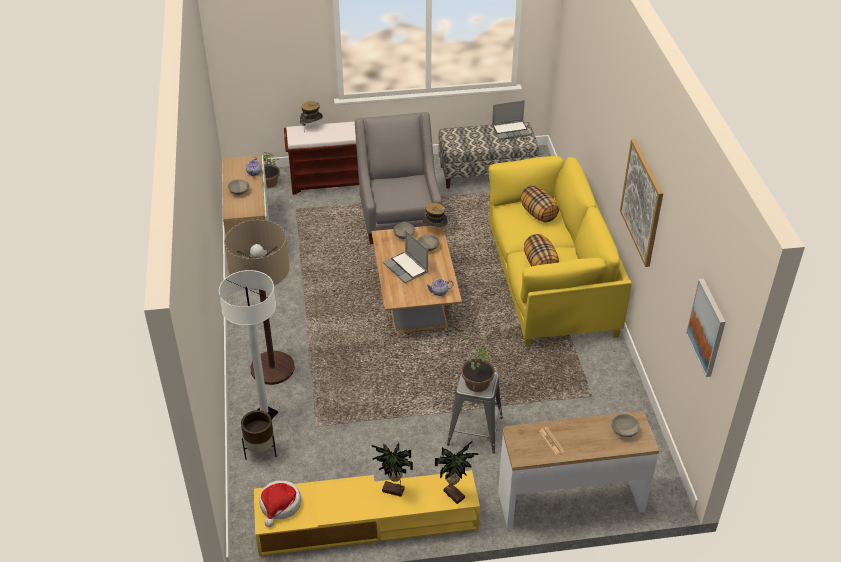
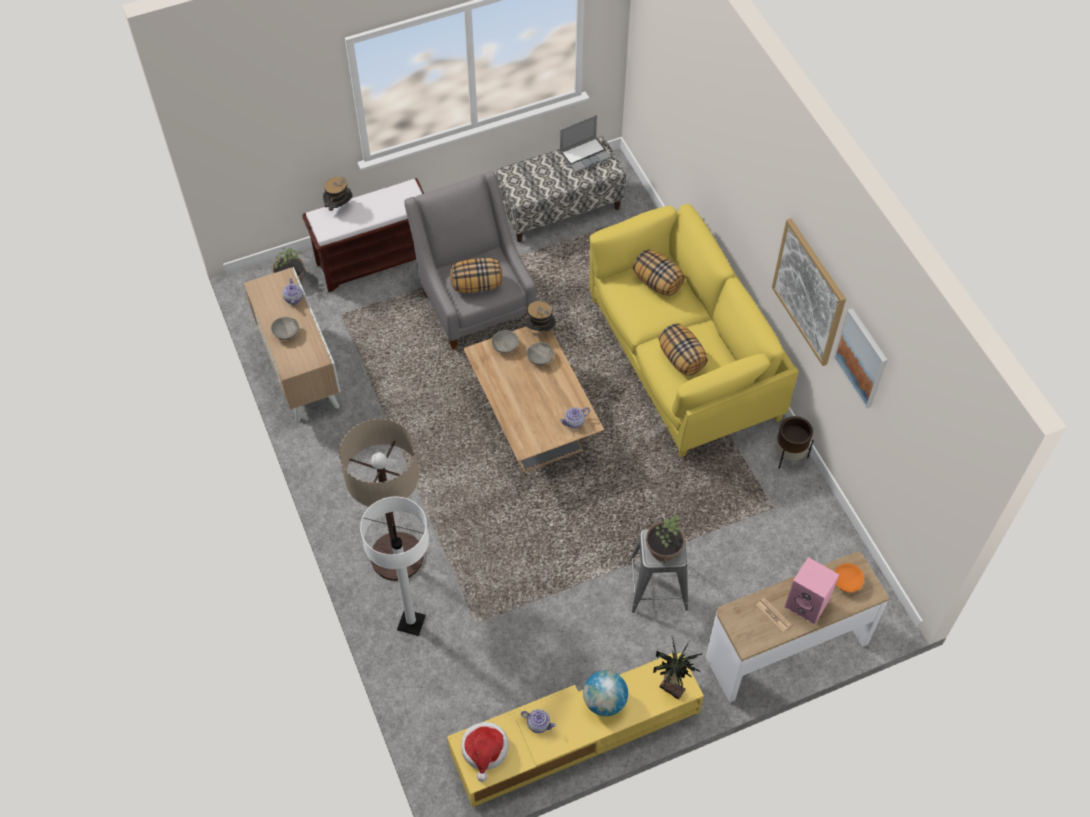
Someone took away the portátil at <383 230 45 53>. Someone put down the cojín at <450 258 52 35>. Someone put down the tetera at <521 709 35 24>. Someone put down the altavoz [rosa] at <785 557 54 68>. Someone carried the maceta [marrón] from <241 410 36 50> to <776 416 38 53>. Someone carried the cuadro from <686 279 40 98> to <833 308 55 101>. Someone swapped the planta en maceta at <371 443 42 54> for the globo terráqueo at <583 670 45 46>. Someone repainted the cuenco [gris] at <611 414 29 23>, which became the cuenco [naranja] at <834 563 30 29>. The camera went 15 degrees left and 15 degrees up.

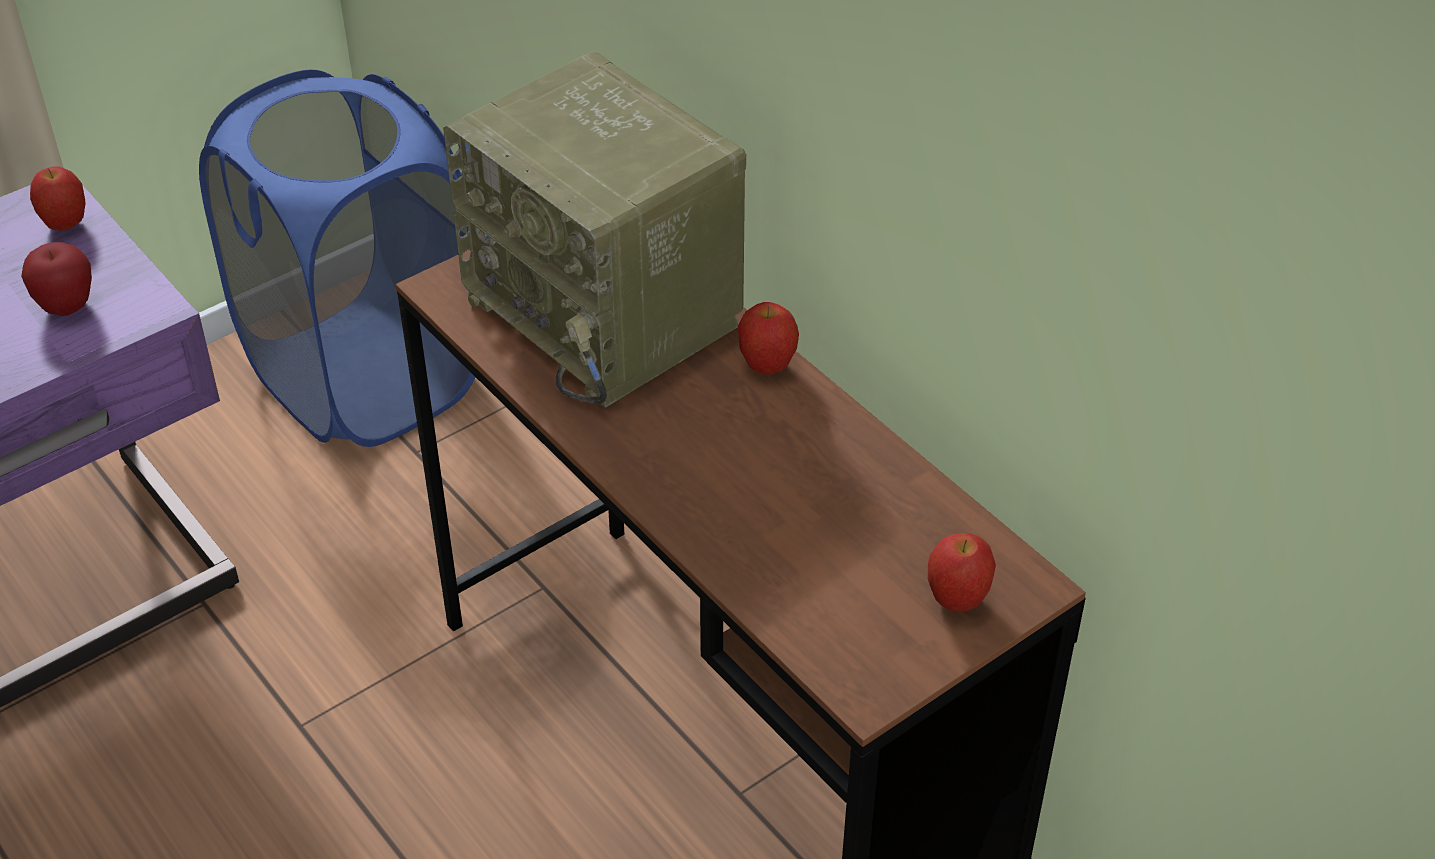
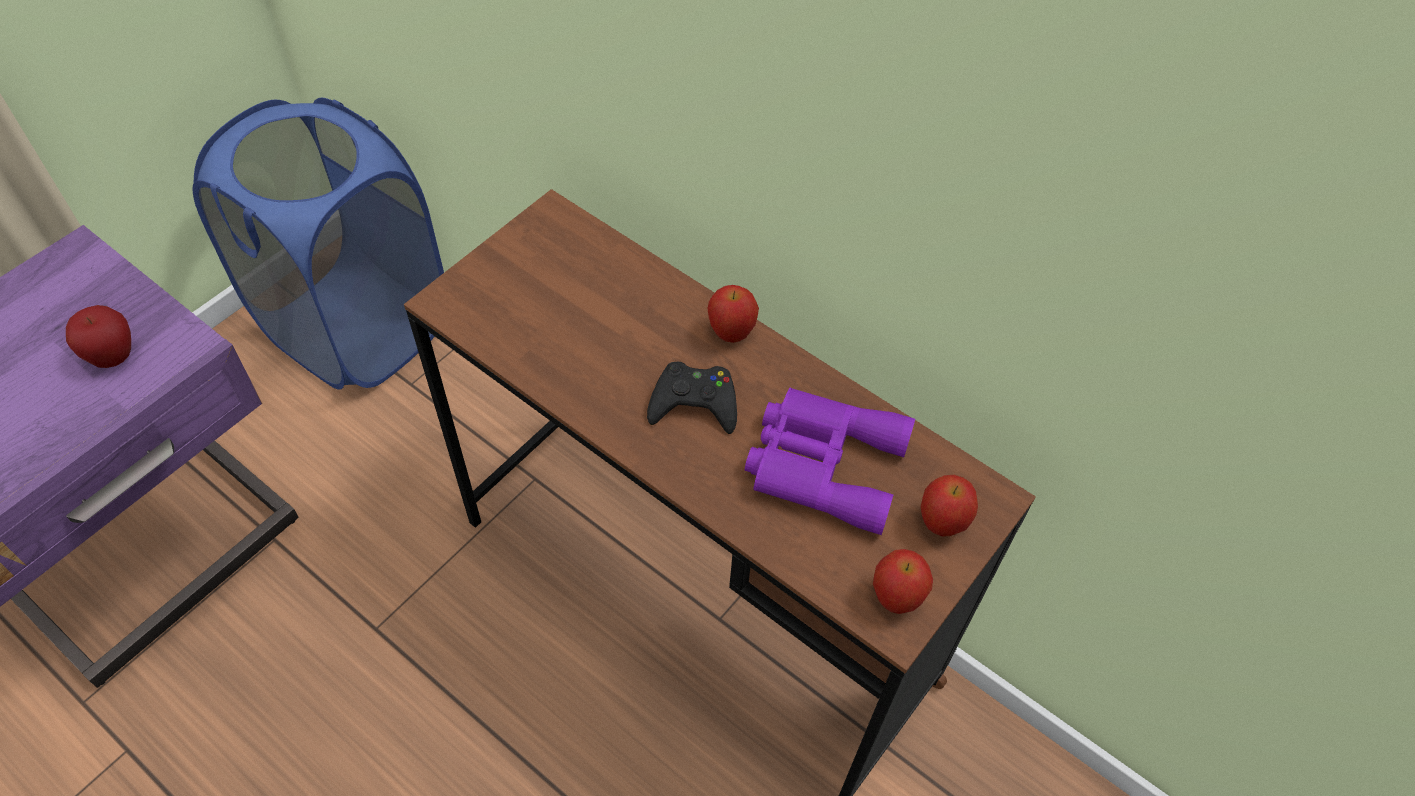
Someone took away the radio at <443 52 303 356>. Someone put down the mando de consola [negro] at <647 362 90 72>. Someone put down the prismáticos [morado] at <745 388 170 147>. Someone carried the manzana from <30 166 56 65> to <873 549 60 65>. The camera went 15 degrees left and 10 degrees up.

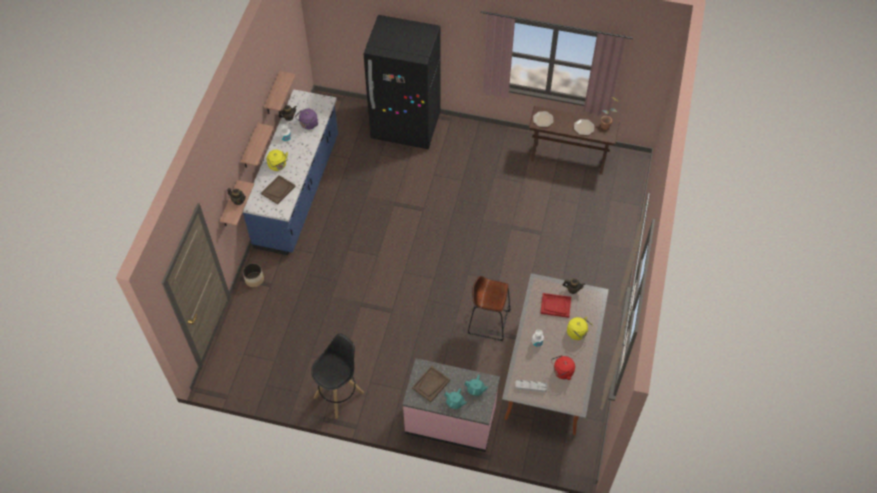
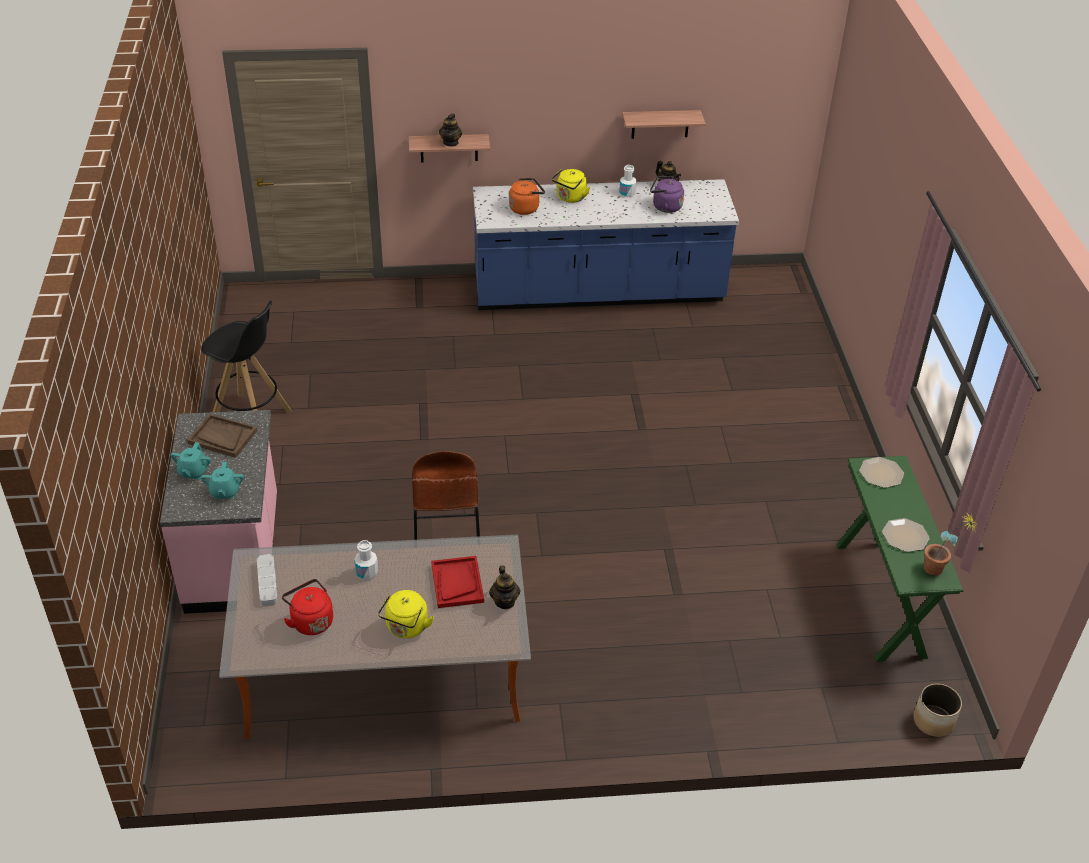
Someone took away the estante at <241 123 33 45>. Someone took away the nevera [negro] at <364 15 77 134>. Someone carried the maceta from <243 263 21 24> to <913 683 49 54>. Someone swapped the bandeja [marrón] at <261 175 35 29> for the hervidor [naranja] at <509 178 36 37>. Someone repainted the mesa consola [marrón] at <529 106 91 69>, which became the mesa consola [verde] at <836 456 127 206>. The camera went 70 degrees right and 15 degrees down.

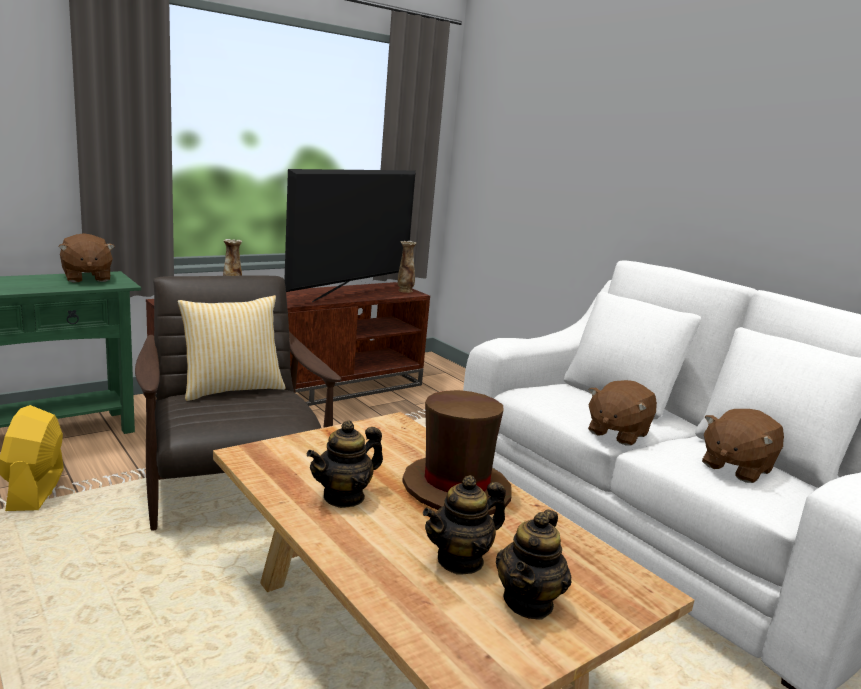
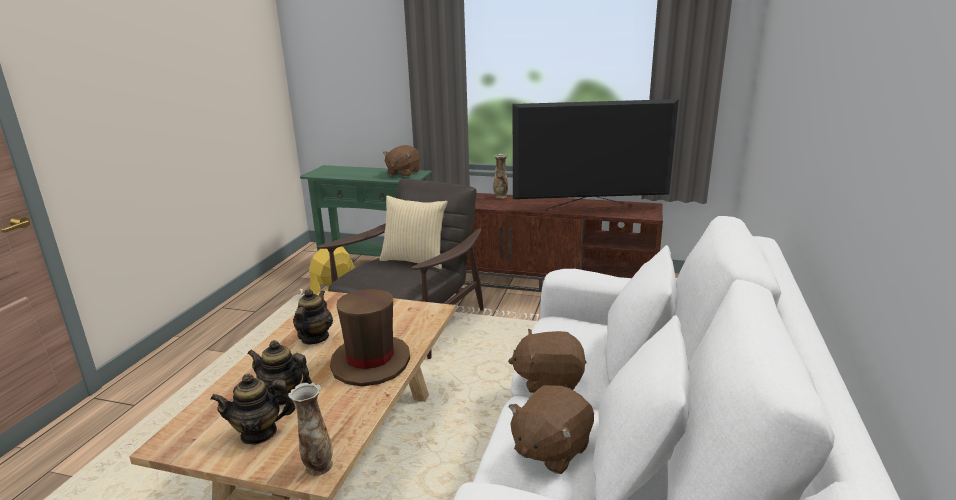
Someone carried the florero from <398 241 19 52> to <288 383 45 93>. Someone rotated the tetera at <307 420 76 88> by 90 degrees clockwise. Someone rotated the peluche [marrón] at <702 409 82 74> by 60 degrees counterclockwise. The camera went 55 degrees right and 5 degrees up.

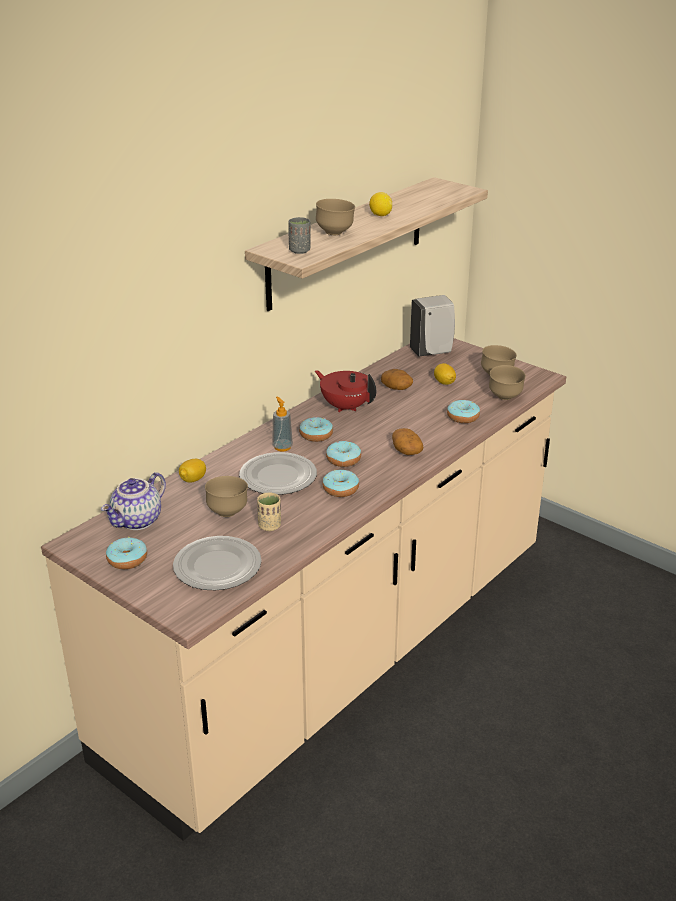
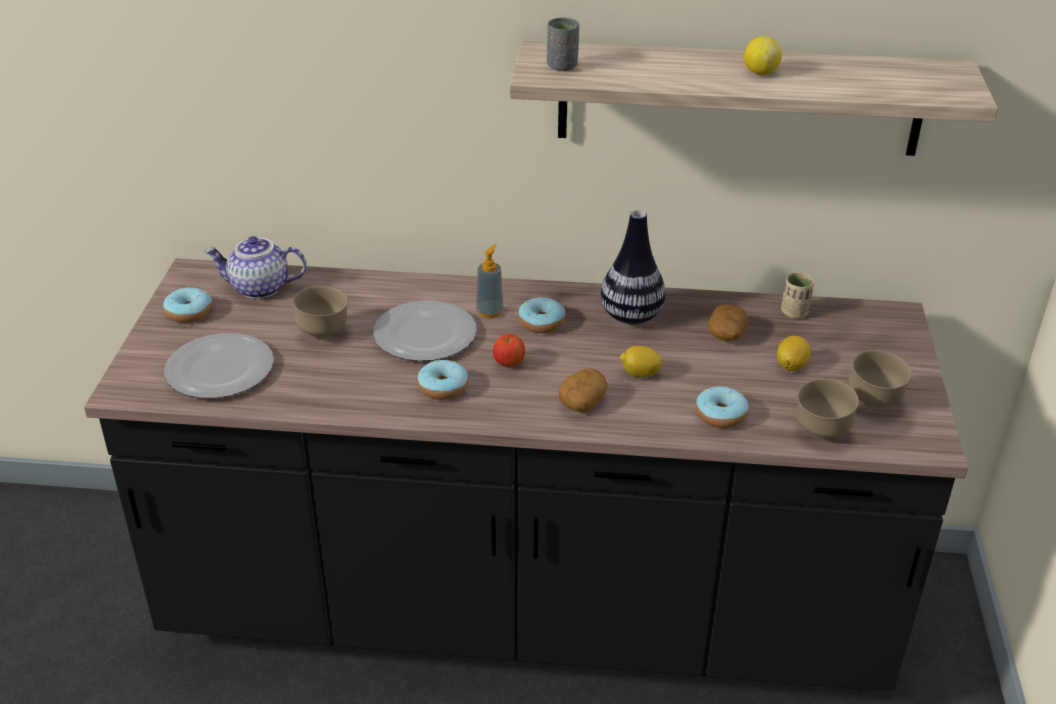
Someone took away the cuenco [marrón] at <316 199 39 36>. Someone took away the dispensador de jabón [blanco] at <410 295 45 62>. Someone carried the limón from <179 459 27 24> to <620 346 43 31>. Someone carried the taza [beis] from <257 493 24 38> to <781 272 33 47>. Someone swapped the tetera [rojo] at <315 370 61 42> for the florero at <601 210 65 114>. Someone swapped the rosquilla at <326 441 35 26> for the manzana at <493 334 32 33>. Someone repainted the mueble bajo de cocina [beis] at <41 338 525 503>, which became the mueble bajo de cocina [negro] at <84 258 884 433>. The camera went 55 degrees right and 5 degrees up.

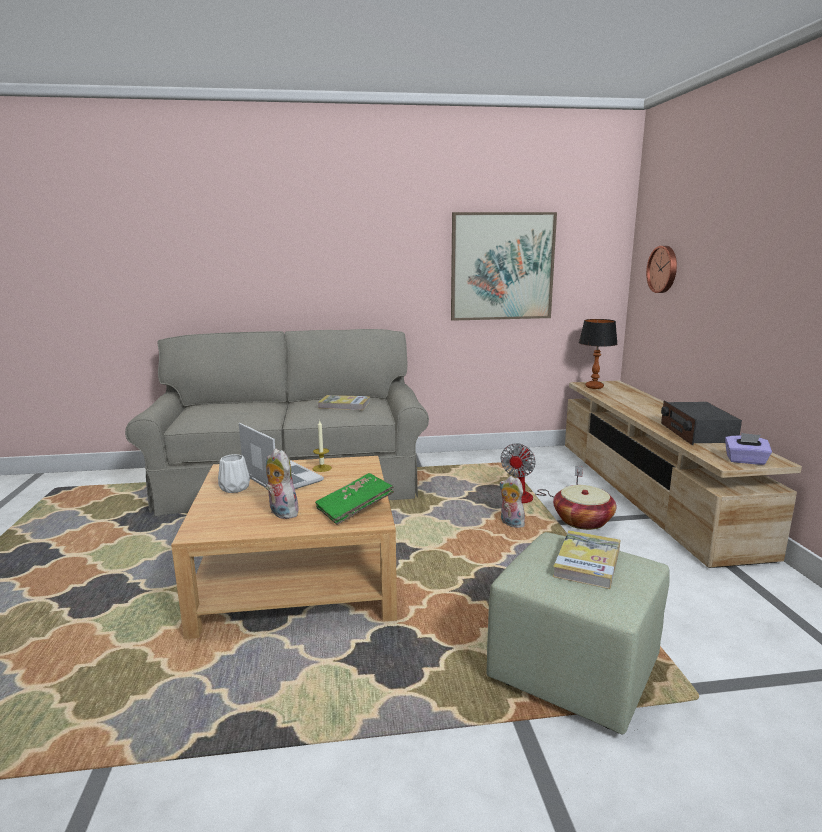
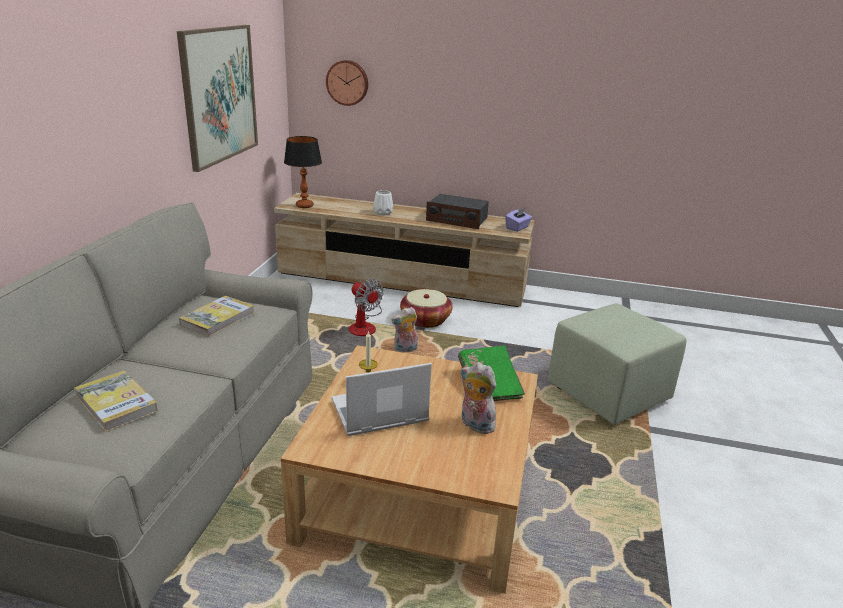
Someone carried the florero [blanco] from <218 454 32 39> to <373 190 20 26>. Someone carried the libro from <553 530 67 59> to <74 370 84 62>. Someone rotated the peluche at <266 448 33 71> by 60 degrees clockwise. The camera went 70 degrees left and 10 degrees up.

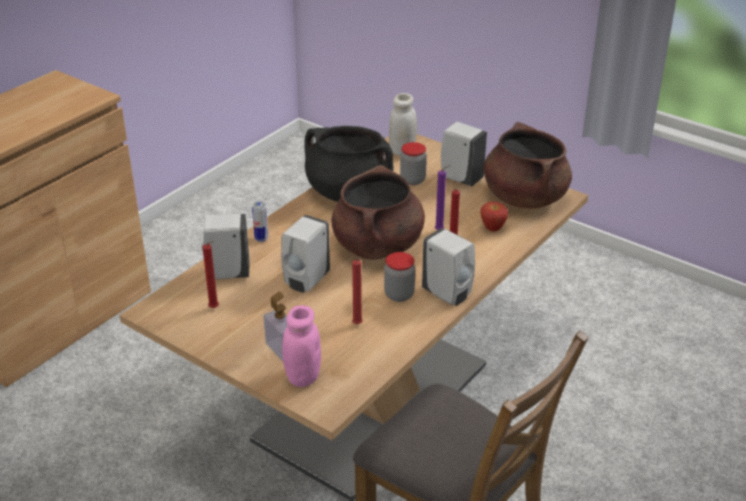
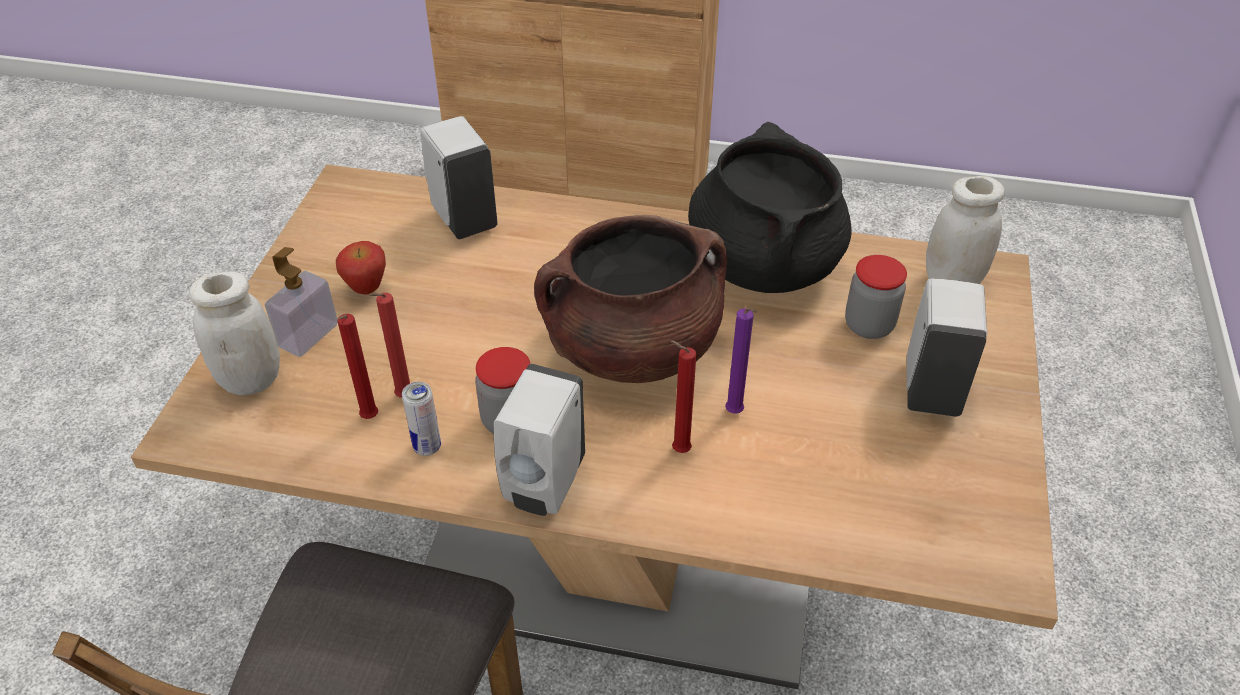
Someone took away the dispensador de jabón [blanco] at <281 215 49 78>. Someone took away the olla [marrón] at <484 122 88 87>. Someone carried the vela [rojo] from <203 241 16 67> to <337 314 41 105>. Someone carried the lata from <252 201 16 41> to <402 382 39 74>. Someone carried the manzana from <480 202 28 29> to <336 241 50 54>. Someone repainted the tarro [rosa] at <282 305 39 82>, which became the tarro [blanco] at <189 271 91 124>. The camera went 65 degrees right and 10 degrees up.

